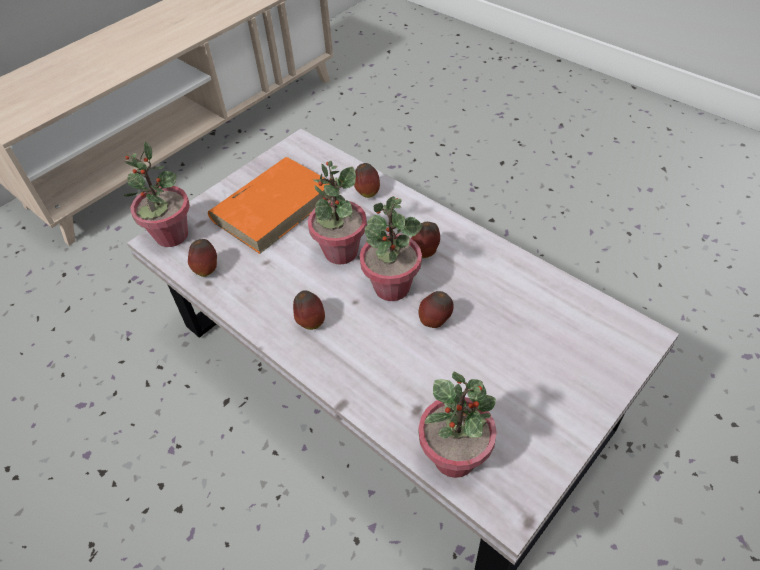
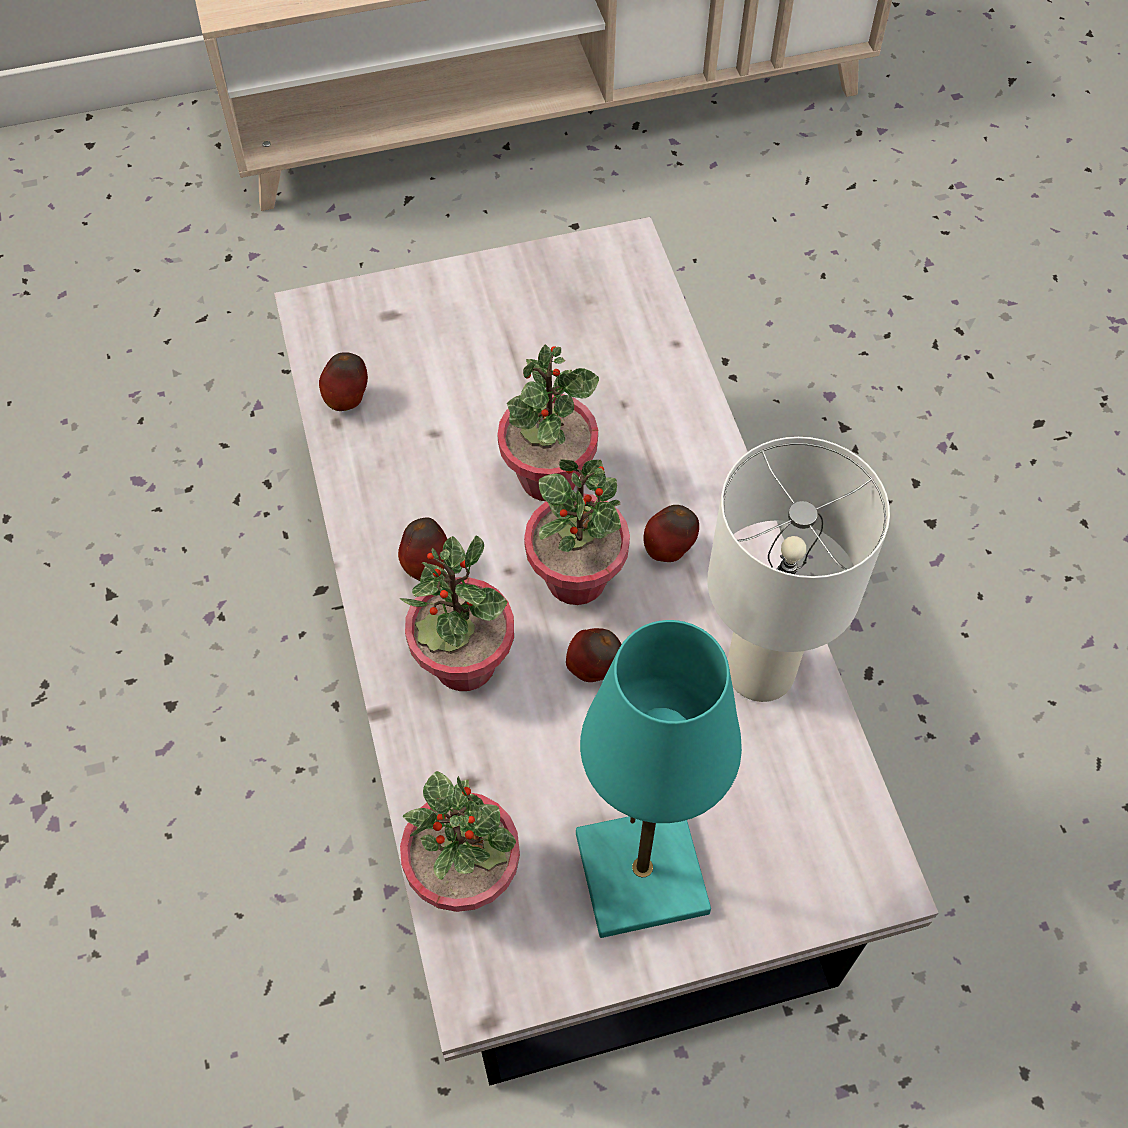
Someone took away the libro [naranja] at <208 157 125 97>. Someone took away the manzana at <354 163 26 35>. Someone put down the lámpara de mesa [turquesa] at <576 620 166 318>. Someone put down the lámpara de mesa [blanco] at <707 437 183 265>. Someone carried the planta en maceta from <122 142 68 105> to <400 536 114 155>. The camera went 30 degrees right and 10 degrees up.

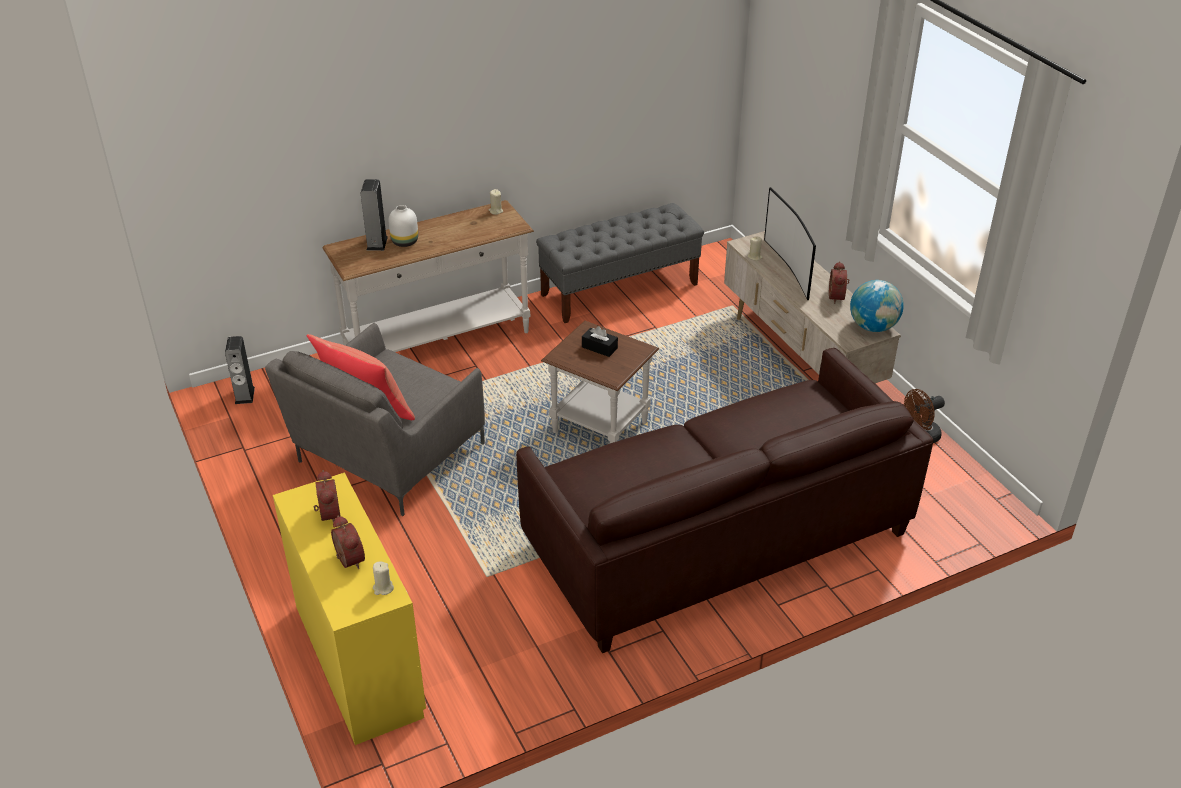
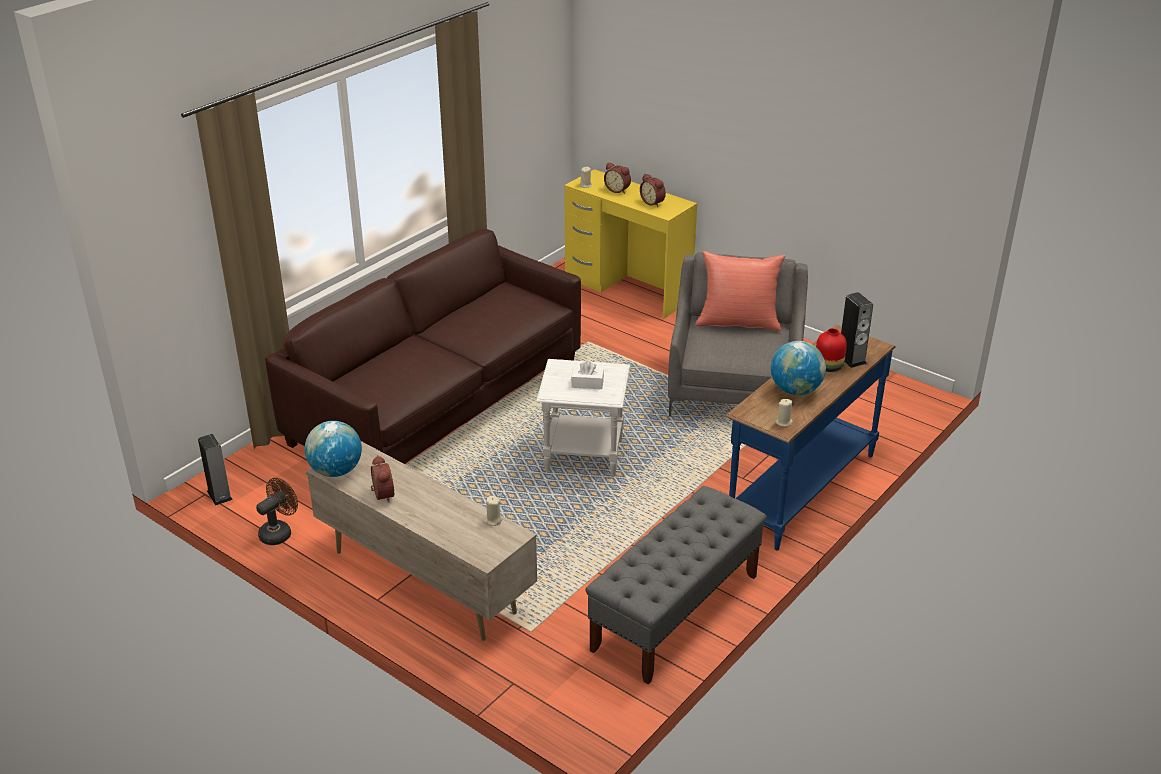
Someone took away the televisor at <764 187 52 113>. Someone put down the globo terráqueo at <771 341 55 54>. Someone carried the altavoz from <225 336 30 68> to <198 434 35 72>. Someone repainted the mesa consola [blanco] at <322 200 212 152>, which became the mesa consola [azul] at <725 325 171 226>. Someone repainted the florero [blanco] at <388 205 30 42>, which became the florero [rojo] at <816 328 31 44>. Someone repainted the mesa auxiliar [marrón] at <541 321 118 122>, which became the mesa auxiliar [blanco] at <536 359 94 118>. Someone repainted the caja de pañuelos [negro] at <582 326 36 31>, which became the caja de pañuelos [blanco] at <571 361 33 28>. The camera went 155 degrees right and 5 degrees down.

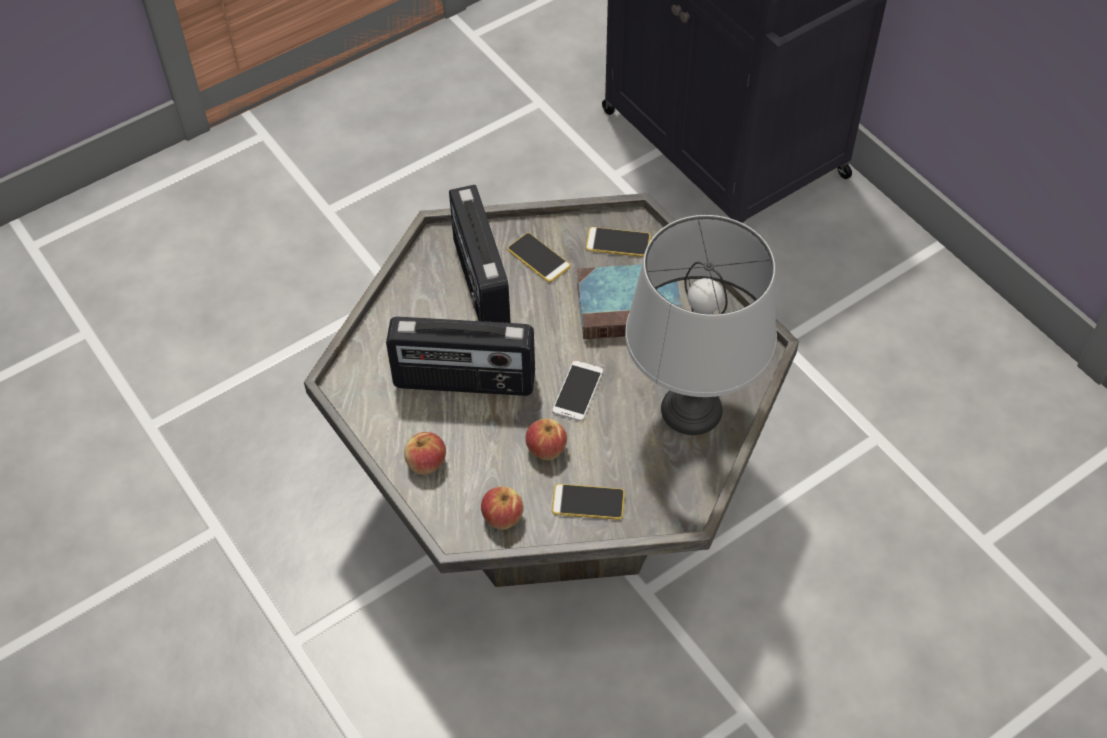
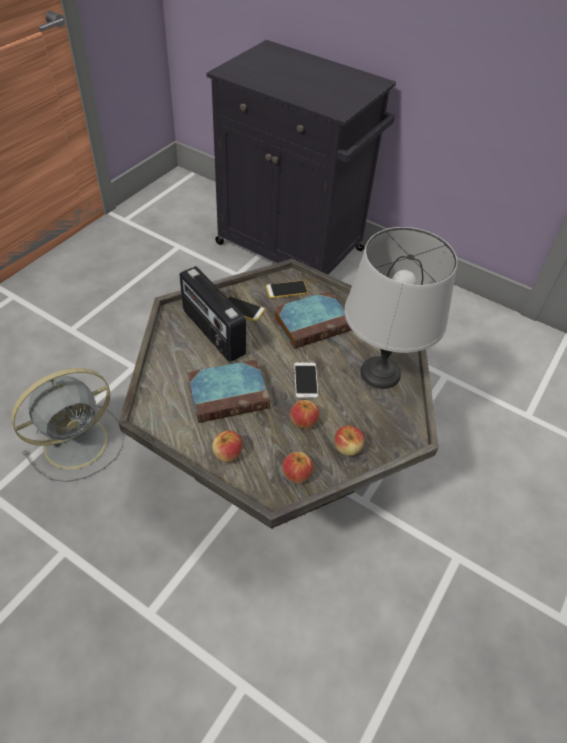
Someone put down the ventilador [gris] at <11 368 113 114>. Someone swapped the radio at <386 317 149 79> for the libro at <187 359 83 64>. Someone swapped the móvil at <552 484 73 36> for the manzana at <335 426 30 30>. The camera went 25 degrees left and 5 degrees down.

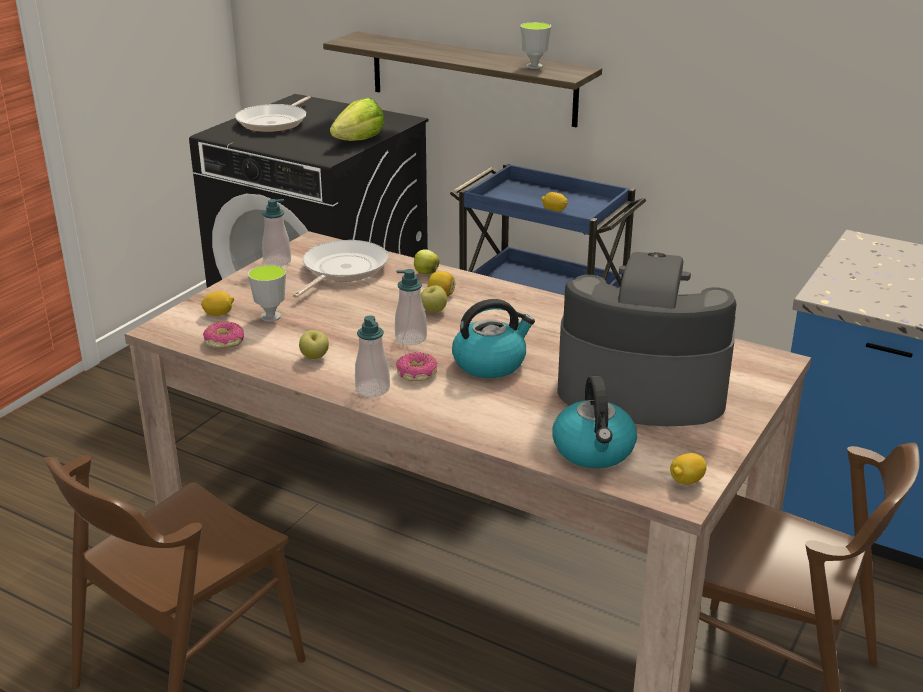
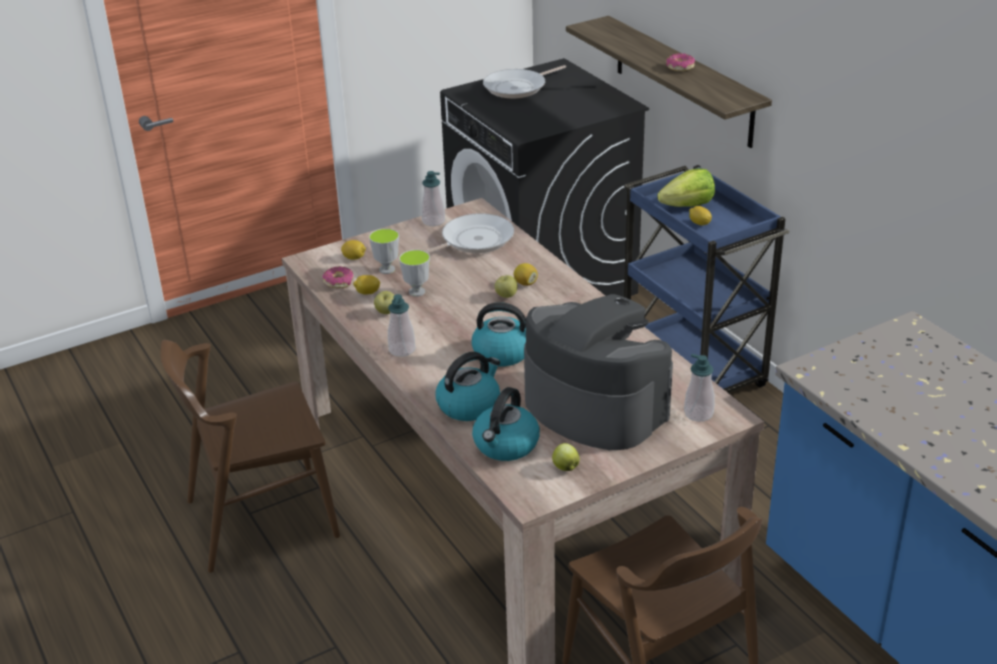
Someone put down the hervidor at <436 352 64 69>. Someone carried the lechuga from <330 98 54 43> to <657 168 58 39>. Someone carried the dispensador de jabón from <395 269 32 76> to <684 354 31 68>. Someone carried the rosquilla from <396 352 41 29> to <666 53 29 18>. Someone carried the manzana from <414 249 26 25> to <552 443 28 28>. Someone carried the taza from <520 22 31 47> to <399 250 31 47>. Someone carried the limón from <670 453 37 32> to <353 275 27 20>. The camera went 30 degrees right and 5 degrees up.

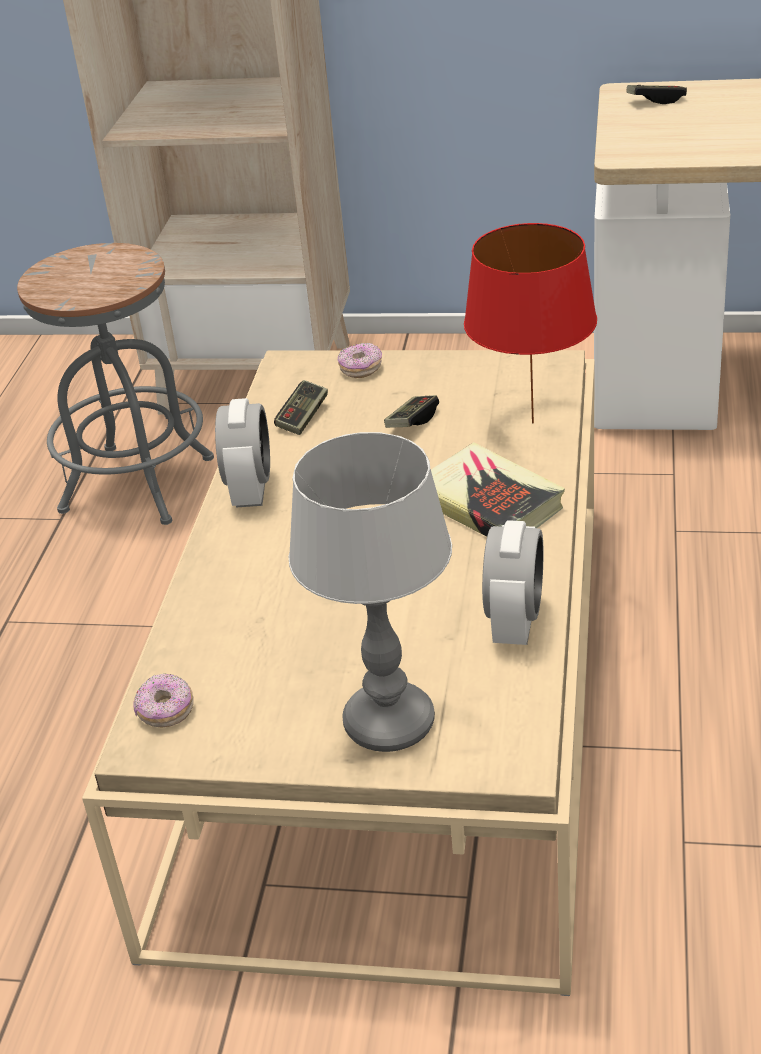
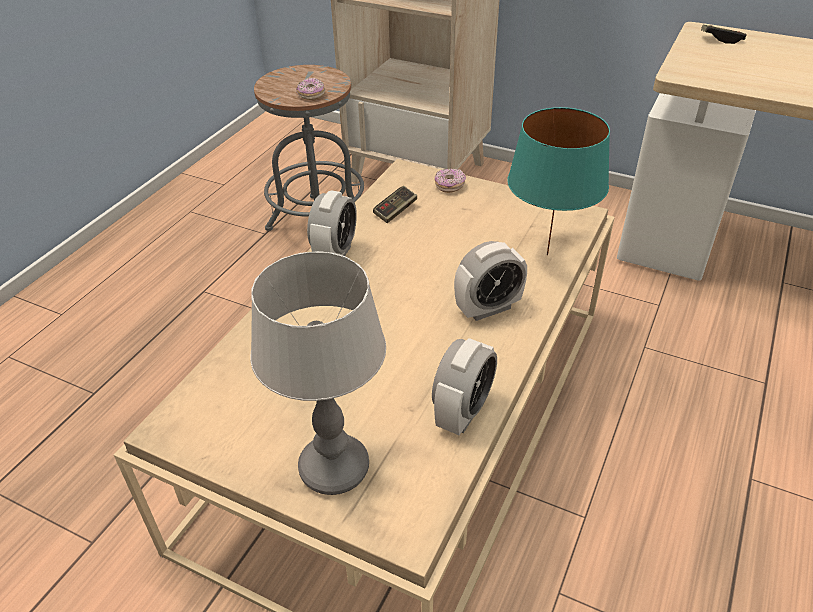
Someone took away the mando de consola at <384 395 55 33>. Someone carried the rosquilla from <133 673 61 55> to <297 78 28 22>. Someone swapped the libro at <431 442 134 95> for the despertador at <454 241 73 80>. Someone repainted the lámpara de mesa [rojo] at <464 223 133 200>, which became the lámpara de mesa [turquesa] at <507 107 103 148>. The camera went 15 degrees right and 5 degrees up.

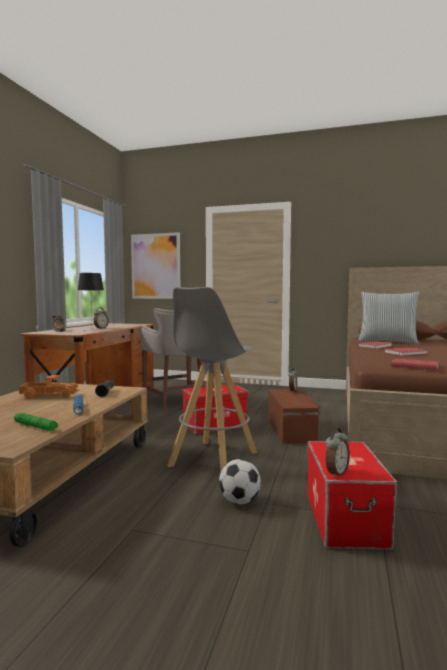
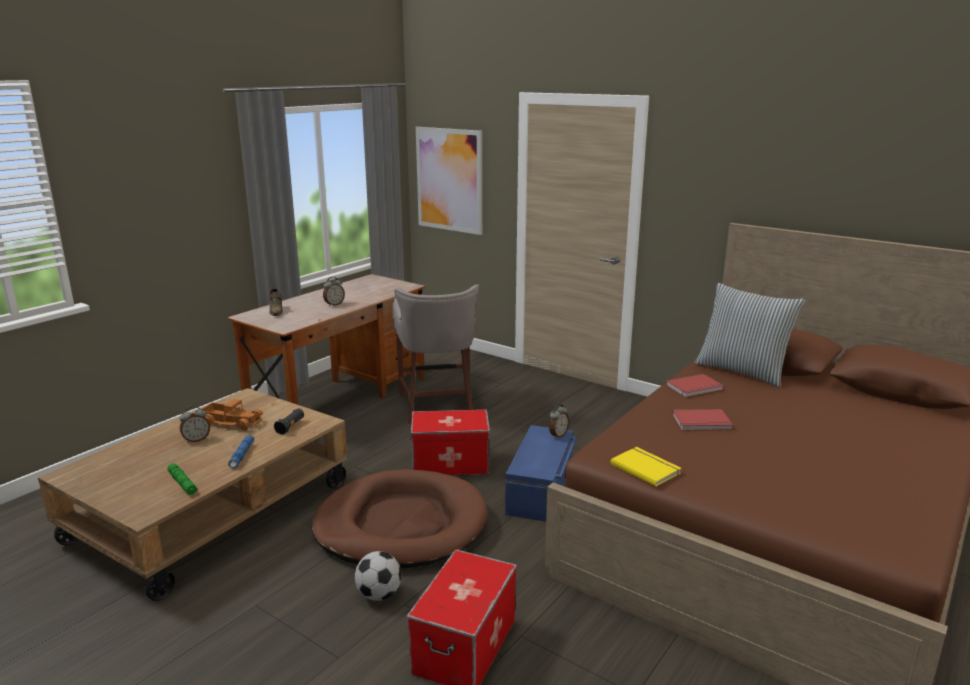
Someone took away the lámpara de mesa at <78 273 26 58>. Someone carried the despertador from <325 428 25 50> to <180 406 30 37>. Someone swapped the taburete [gris] at <167 287 90 184> for the cama para perro [marrón] at <312 469 176 99>. Someone repainted the caja de almacenaje [marrón] at <268 389 52 55>, which became the caja de almacenaje [azul] at <505 425 71 97>. Someone repainted the libro [rojo] at <391 358 48 12>, which became the libro [amarillo] at <610 447 72 40>. The camera went 20 degrees right and 15 degrees up.

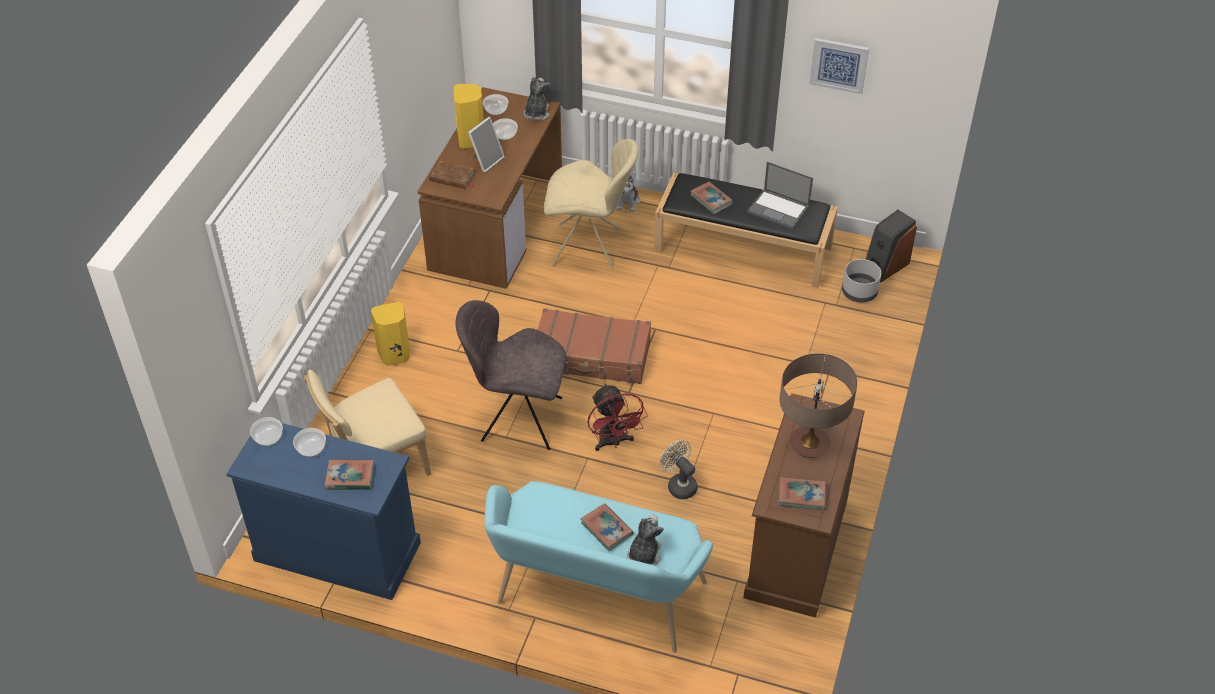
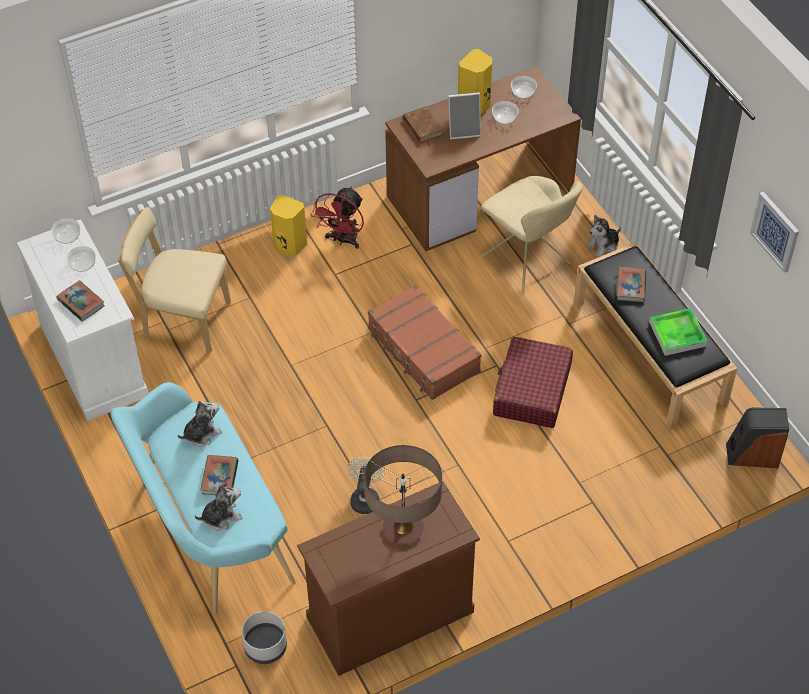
Someone took away the silla [gris] at <455 300 111 150>. Someone took away the libro at <778 477 47 33>. Someone put down the maleta [rojo] at <493 337 80 91>. Someone carried the peluche from <523 77 27 44> to <178 400 44 47>. Someone carried the ventilador [rojo] from <587 384 61 67> to <311 186 53 63>. Someone carried the maceta [gris] from <842 259 39 44> to <242 611 45 53>. Someone swapped the portátil at <747 162 66 67> for the bandeja at <649 308 59 48>. Someone repainted the cómoda [azul] at <227 423 194 177>, which became the cómoda [blanco] at <17 220 132 201>. The camera went 45 degrees right and 5 degrees up.

